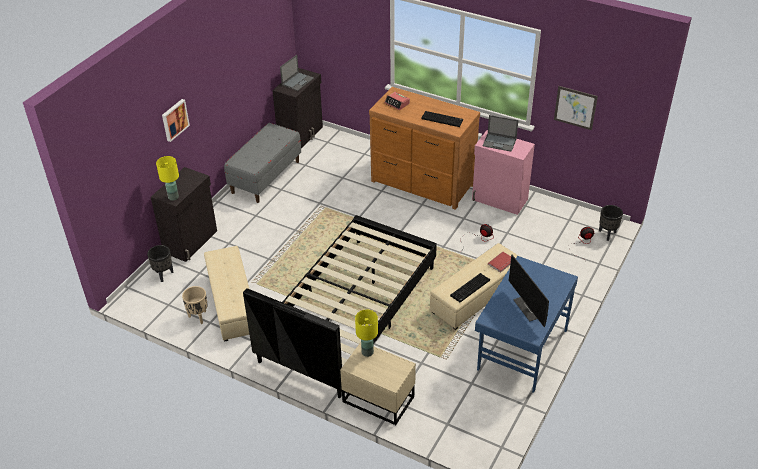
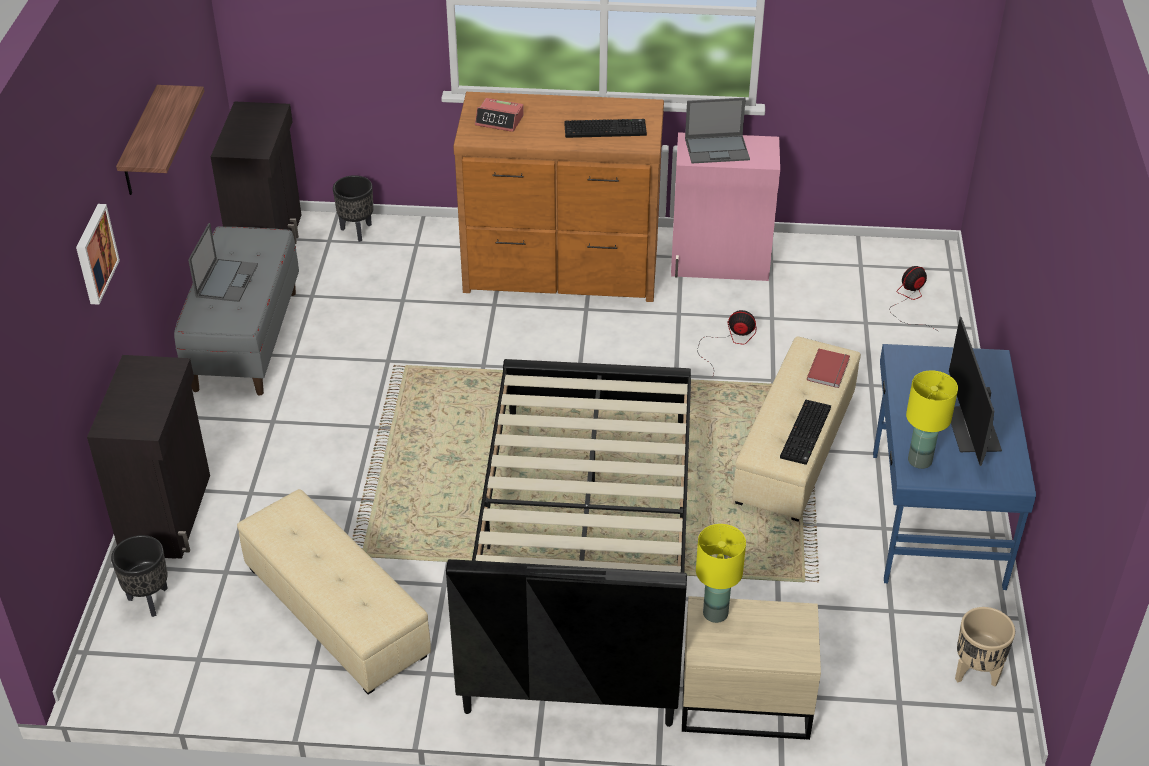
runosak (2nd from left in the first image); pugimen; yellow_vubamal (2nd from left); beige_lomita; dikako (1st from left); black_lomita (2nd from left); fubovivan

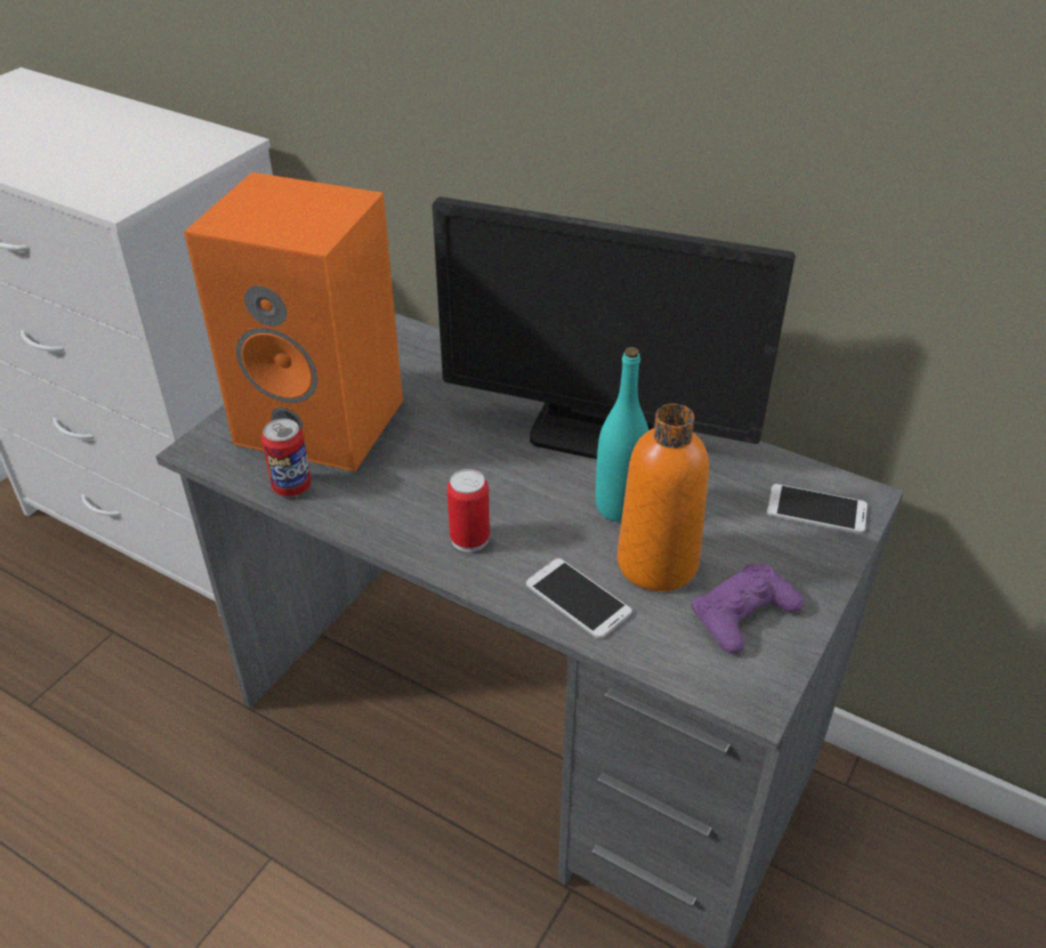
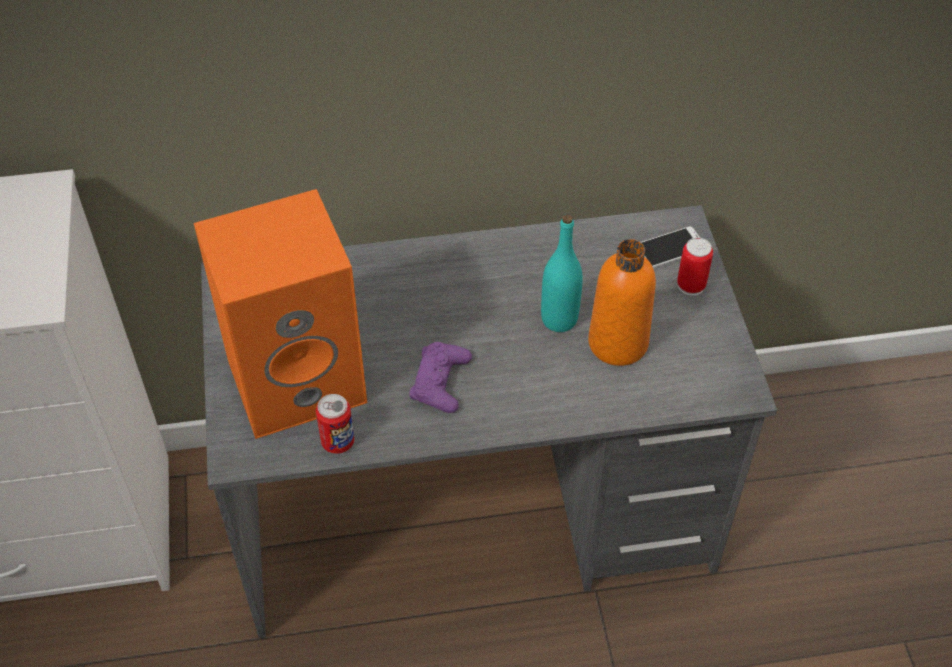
fubovivan; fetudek (1st from left in the first image); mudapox (2nd from left); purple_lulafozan

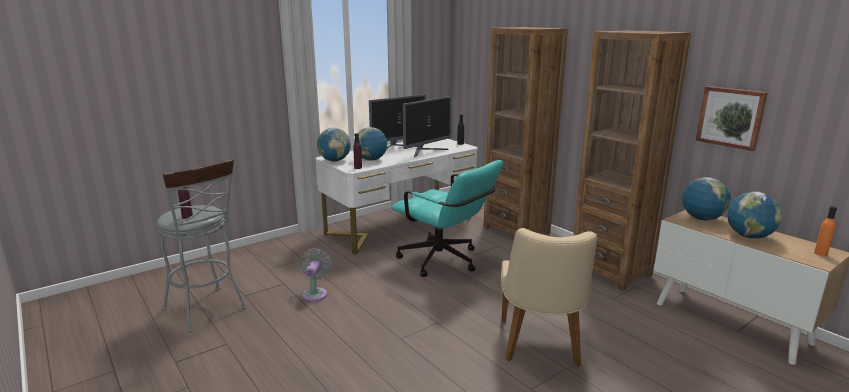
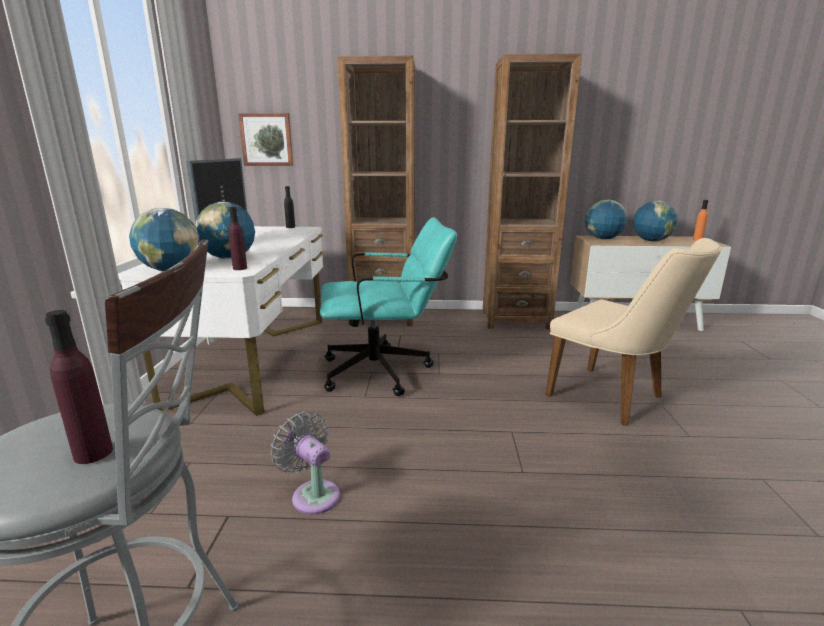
fubovivan (2nd from left in the first image); runosak

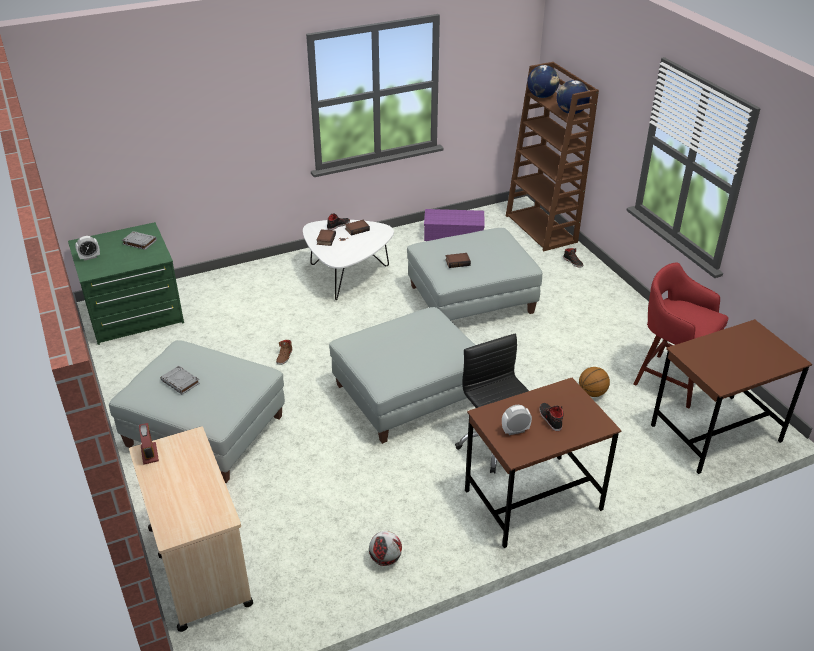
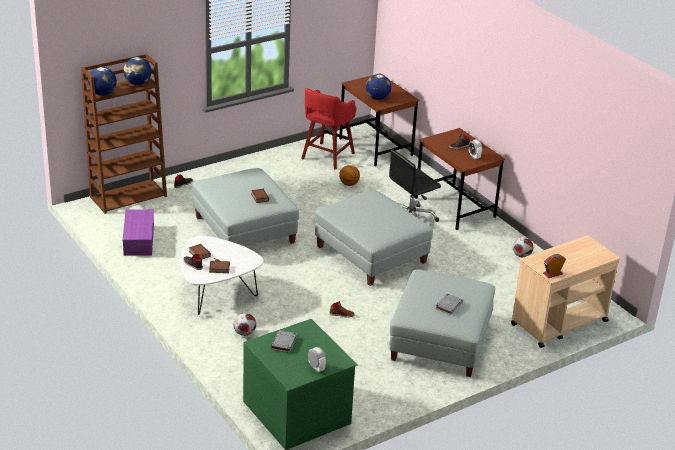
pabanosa (1st from left); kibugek (3rd from left)

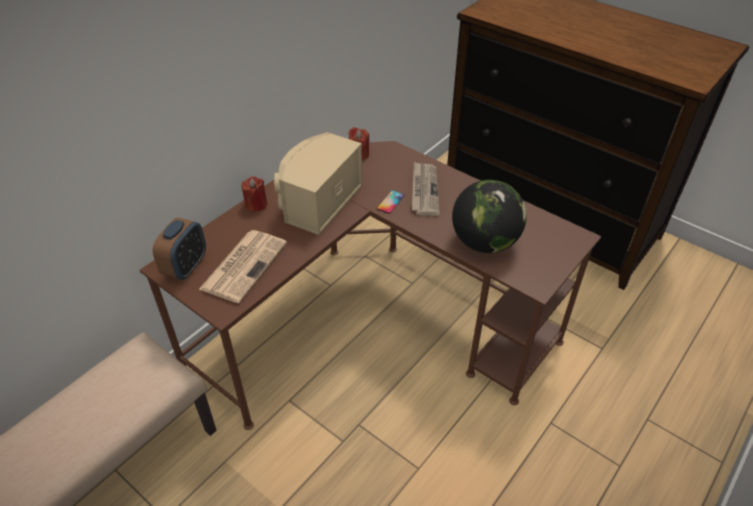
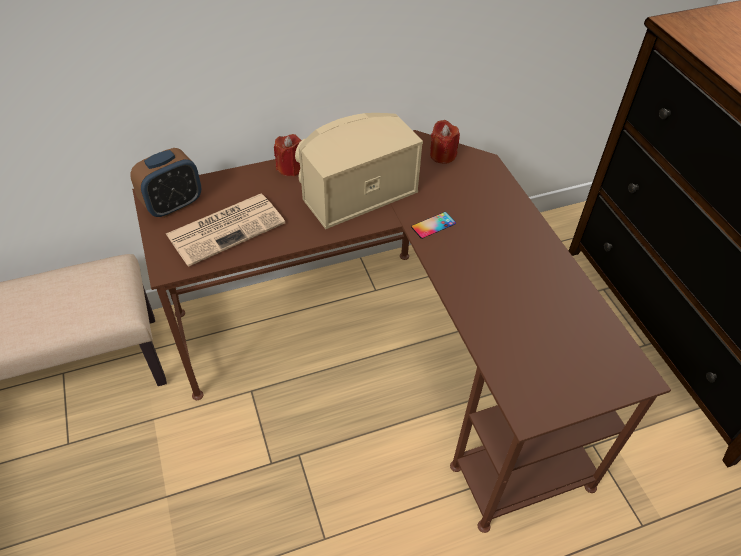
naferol (2nd from left in the first image); kibugek

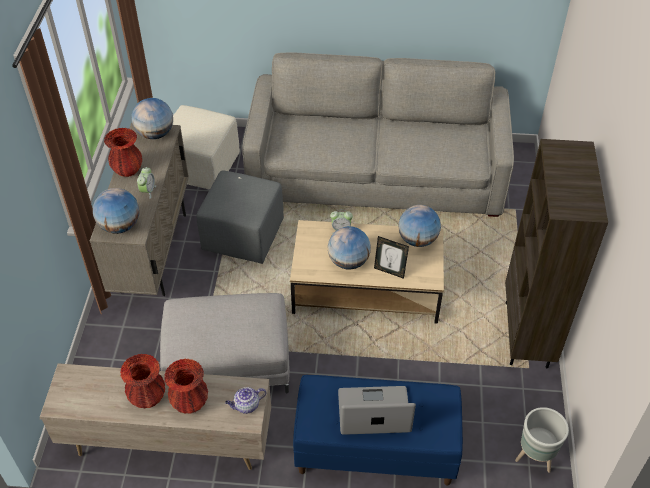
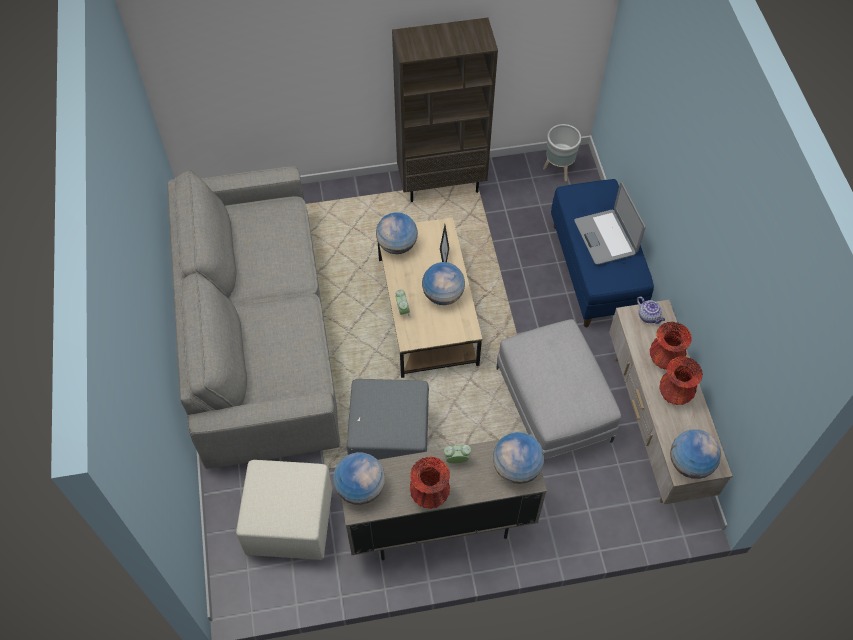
kibugek (5th from left)

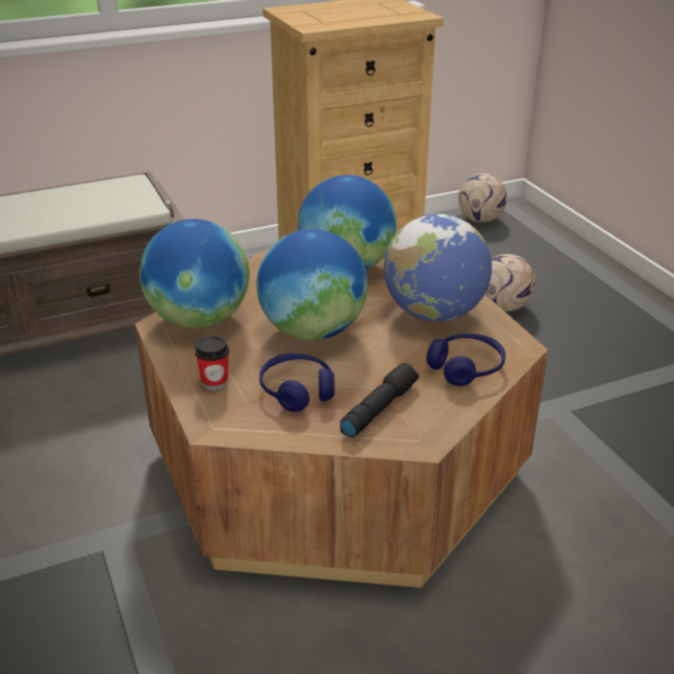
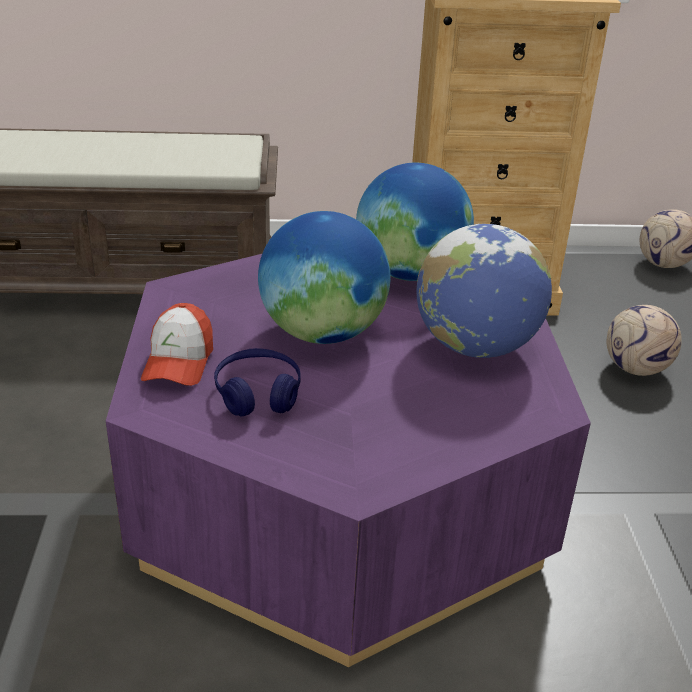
kibugek (1st from left in the first image); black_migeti; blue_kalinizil (2nd from left in the first image); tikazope; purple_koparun

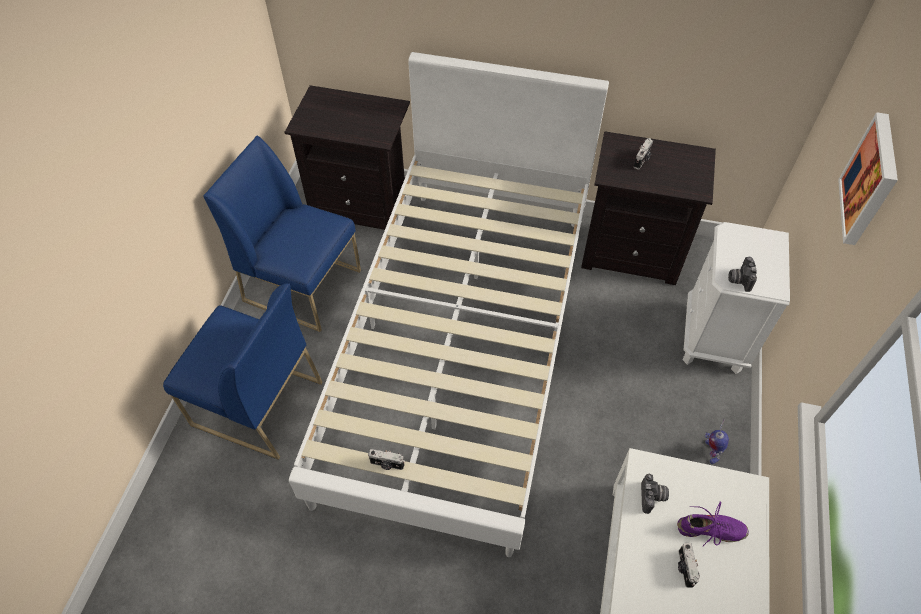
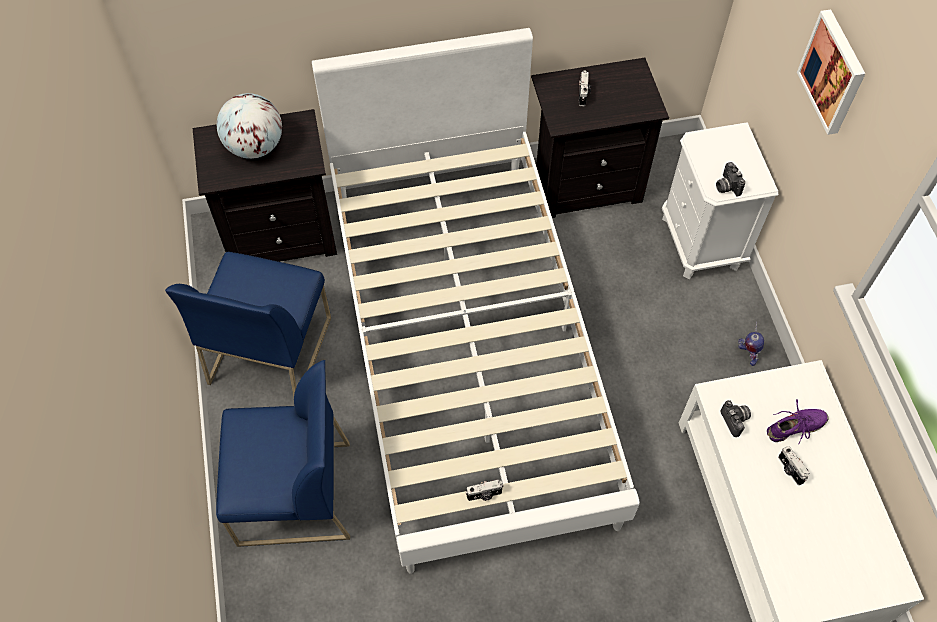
kibugek; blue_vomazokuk (1st from left)

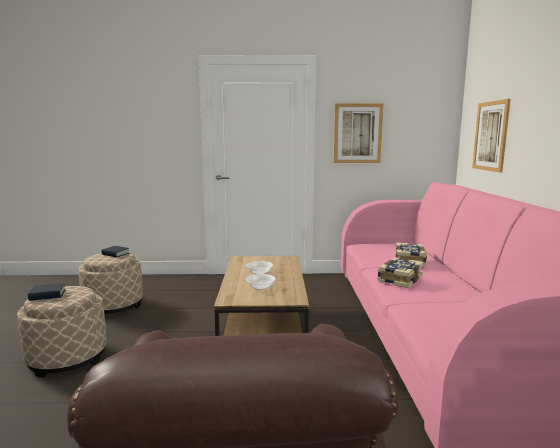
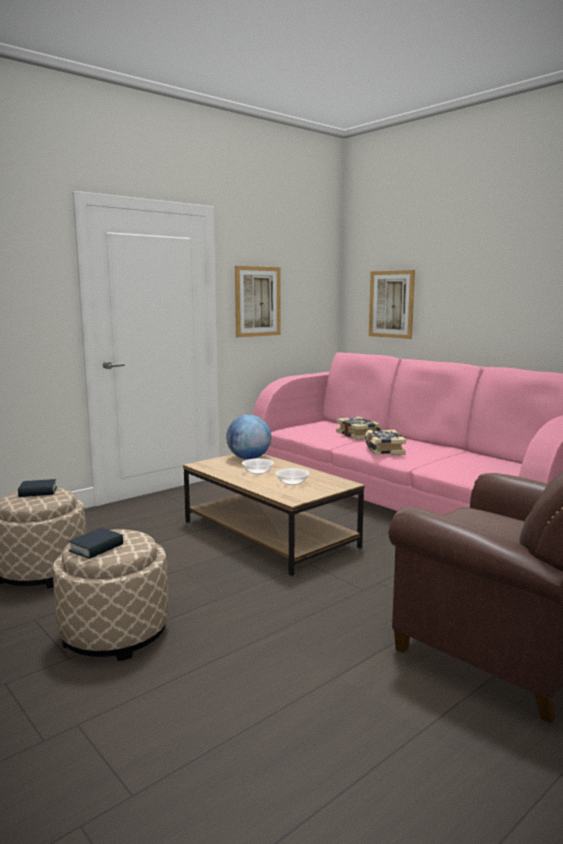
kibugek

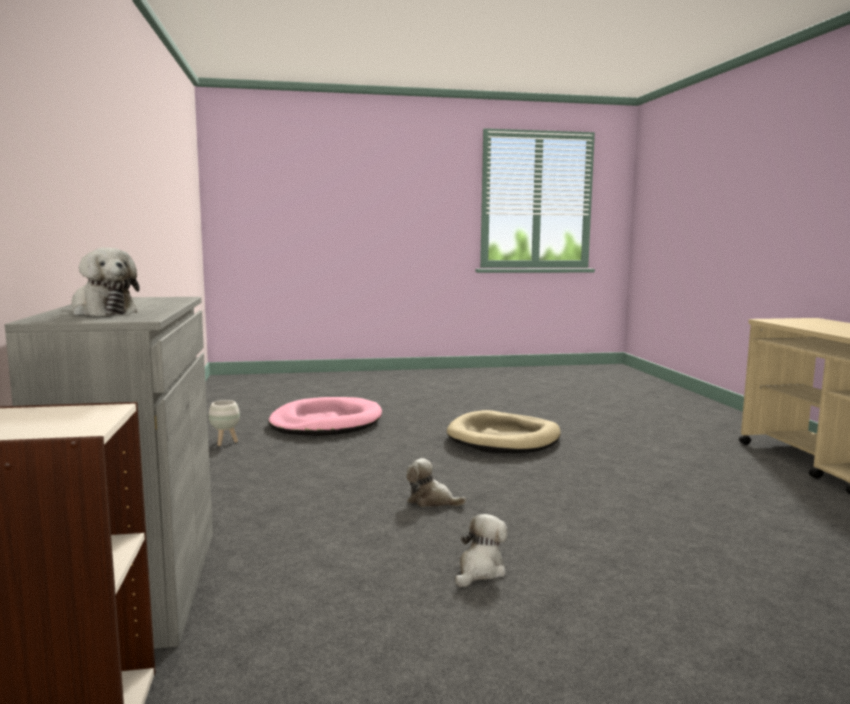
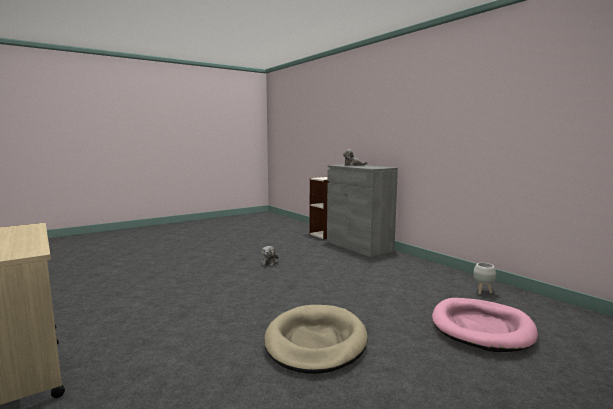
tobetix (2nd from left in the first image)

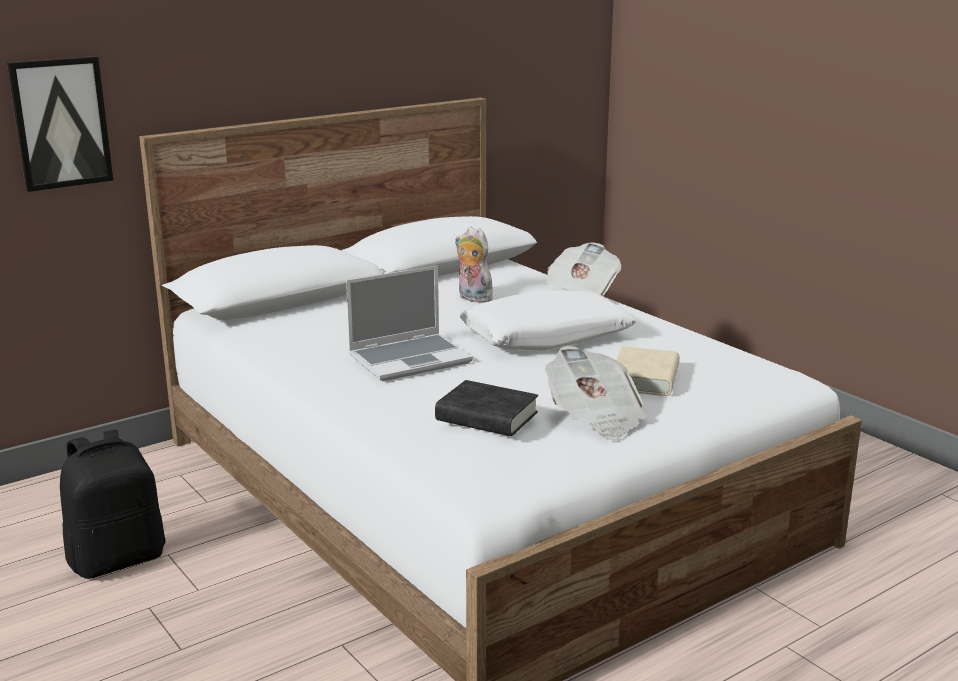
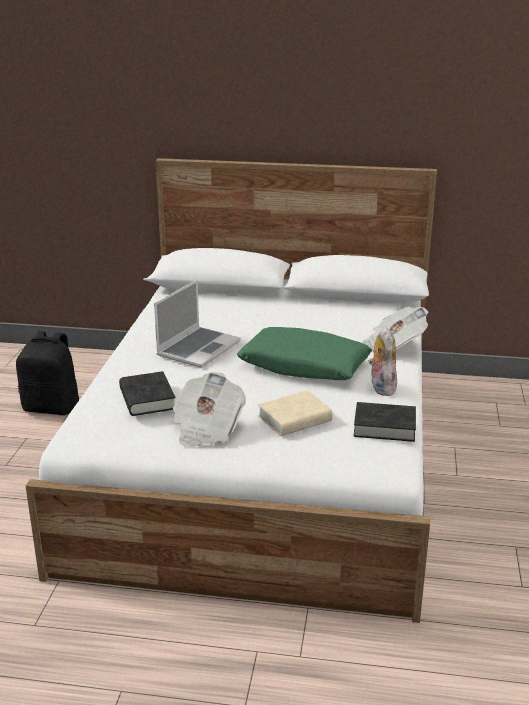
runosak; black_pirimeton (2nd from left); tobetix; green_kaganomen; dikako

